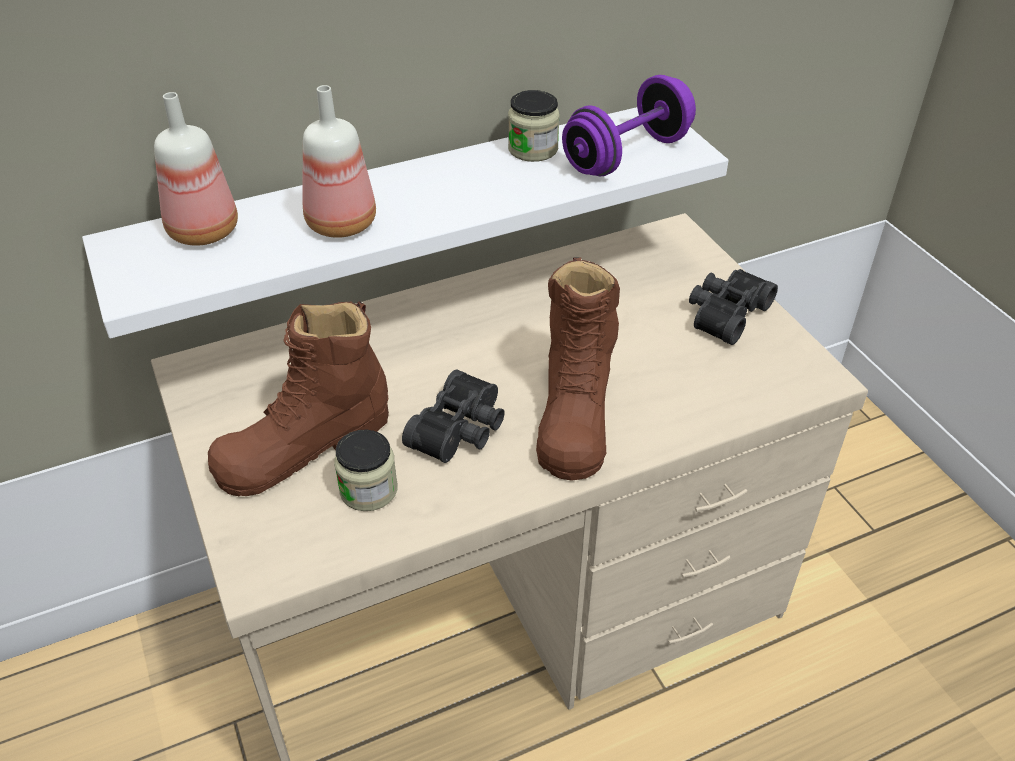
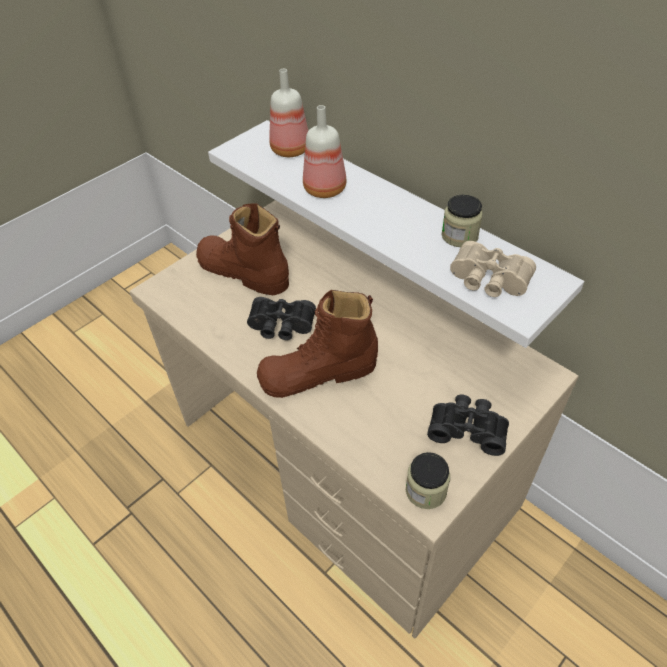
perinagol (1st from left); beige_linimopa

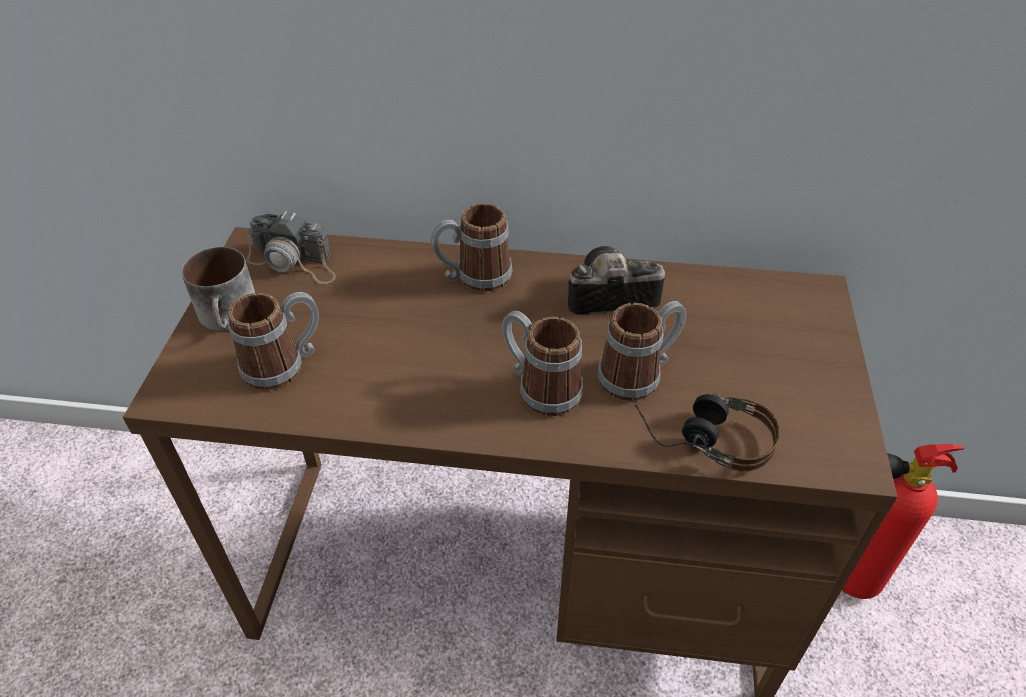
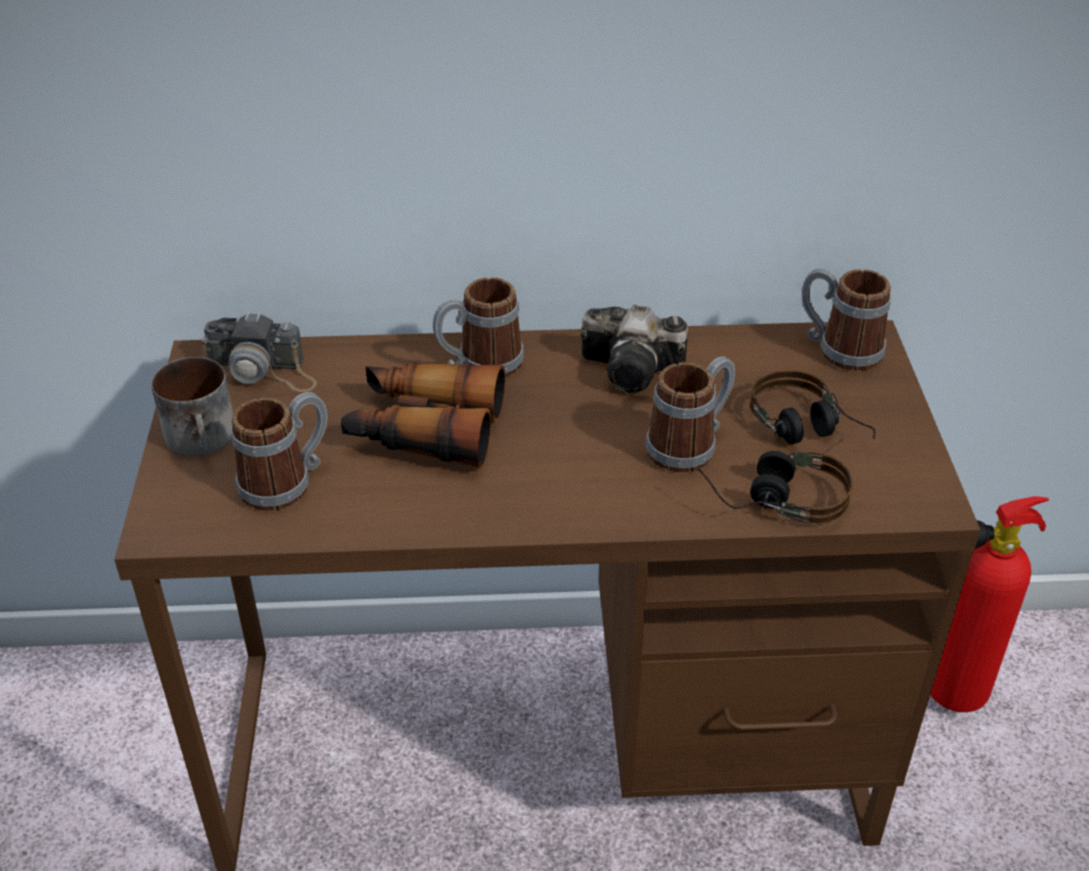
linimopa; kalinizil (2nd from left); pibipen (5th from left); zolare (2nd from left)

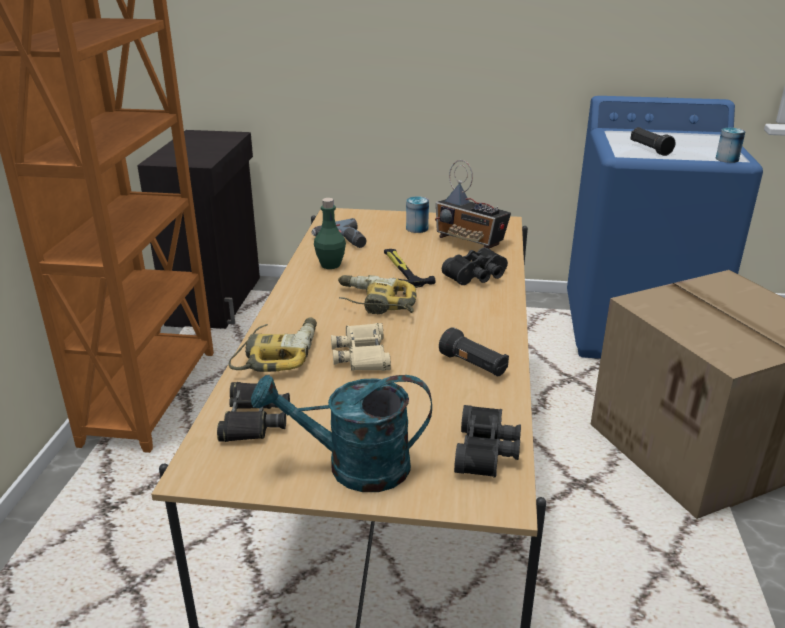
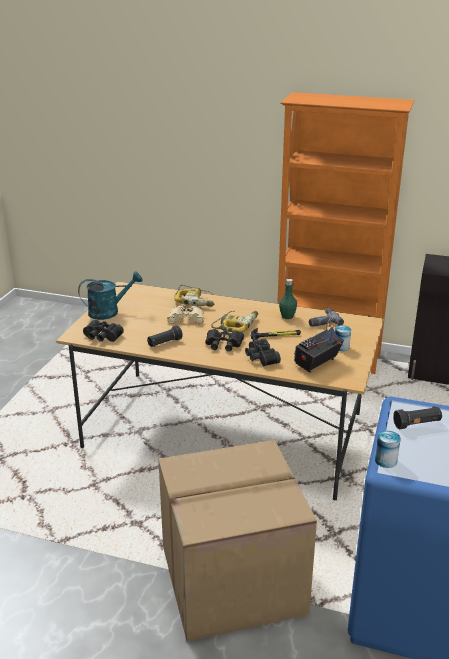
black_linimopa (2nd from left); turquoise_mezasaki

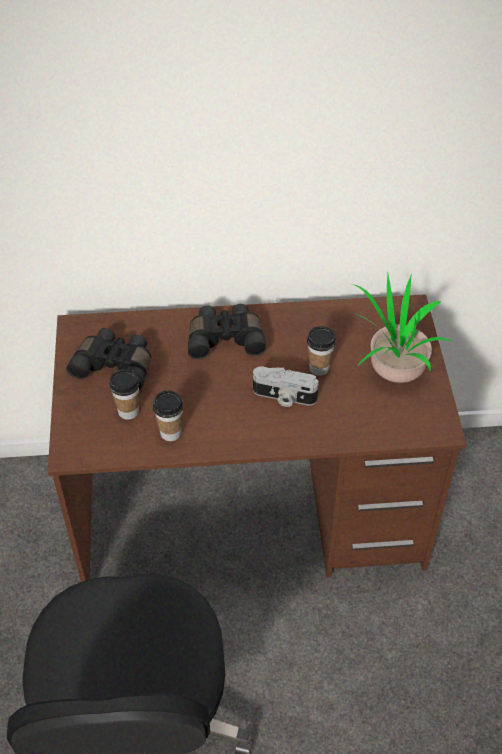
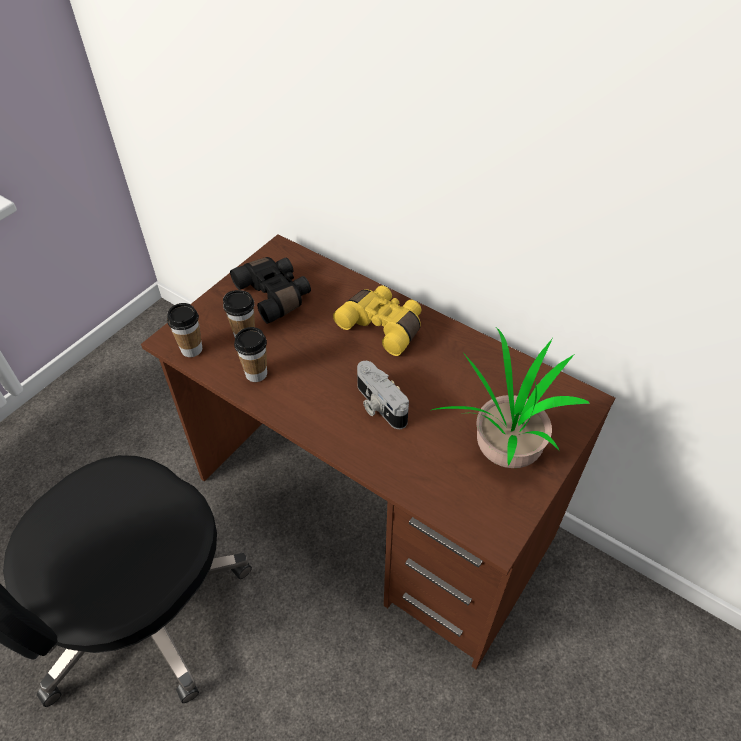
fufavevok (1st from left); yellow_linimopa

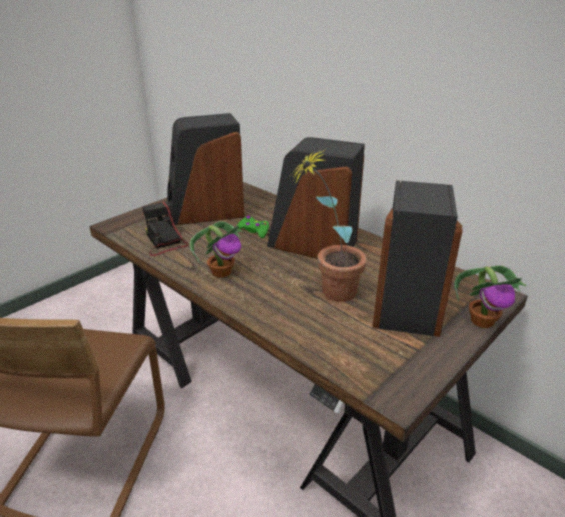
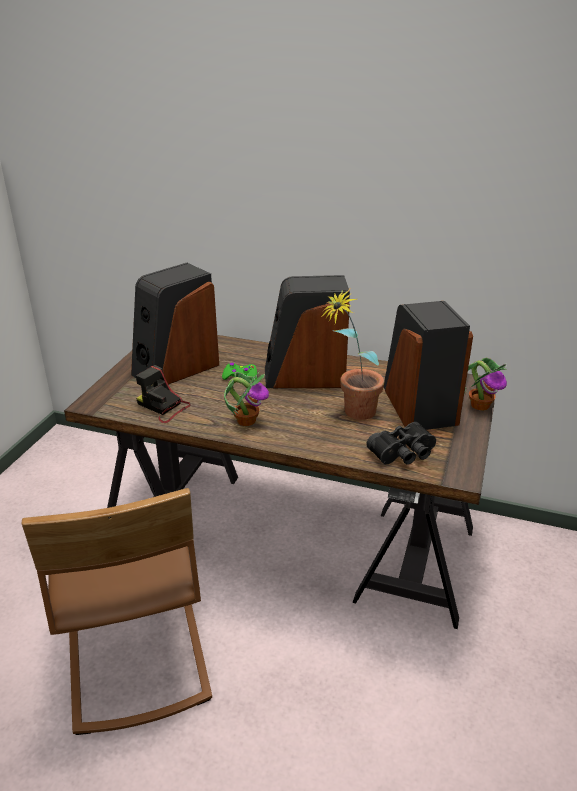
black_linimopa

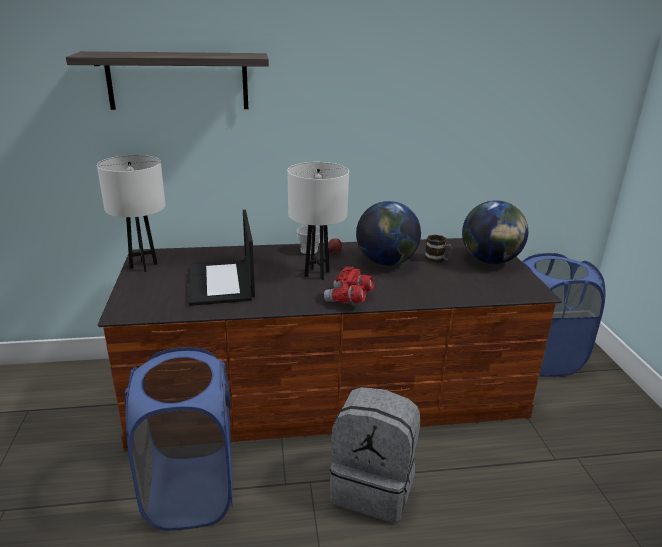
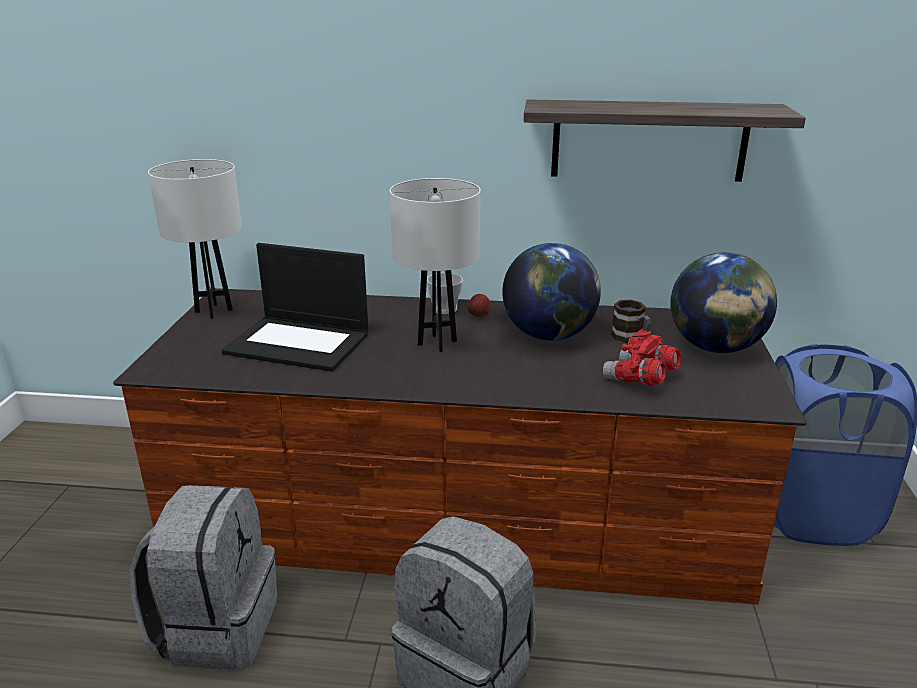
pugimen; red_linimopa; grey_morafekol (1st from left); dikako

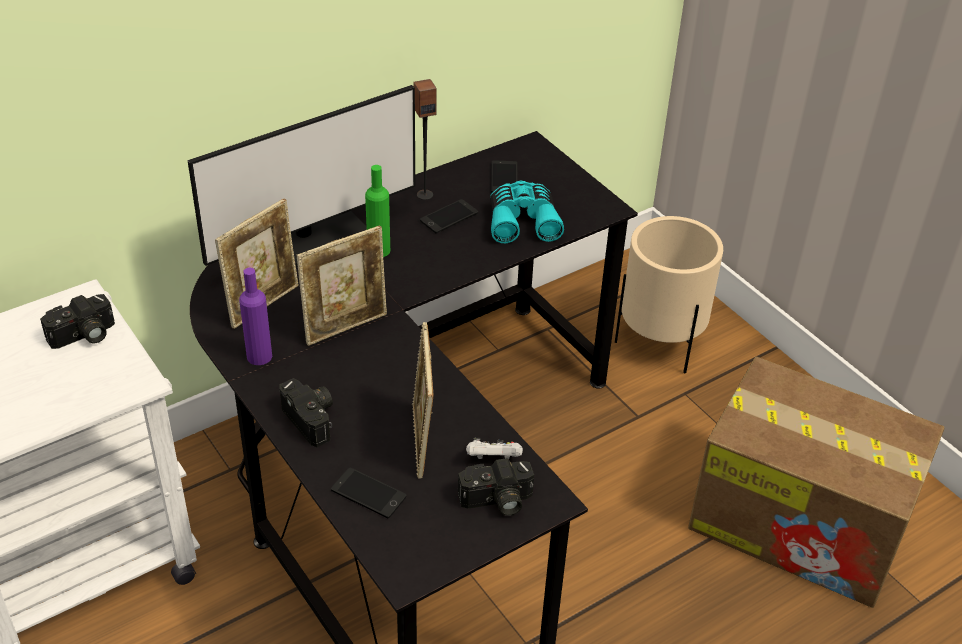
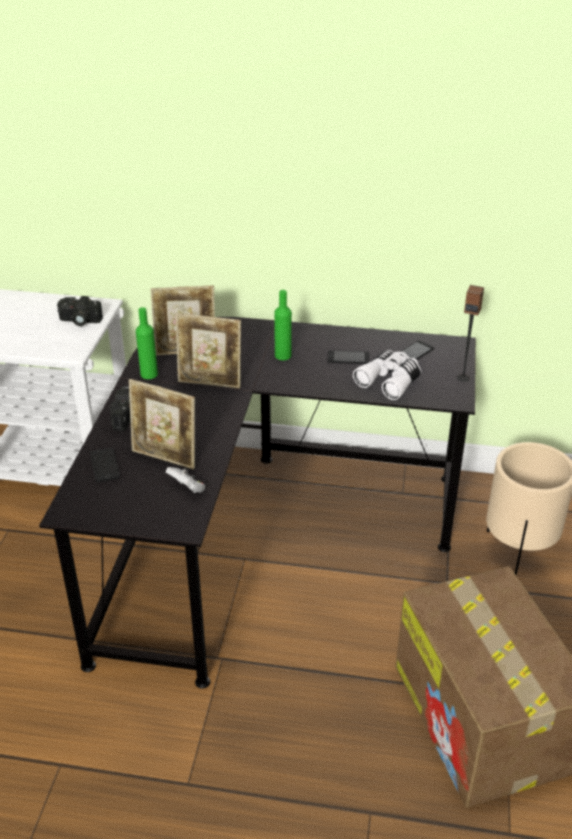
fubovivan; zolare (3rd from left in the first image); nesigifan; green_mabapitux (1st from left); white_linimopa; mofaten (1st from left)

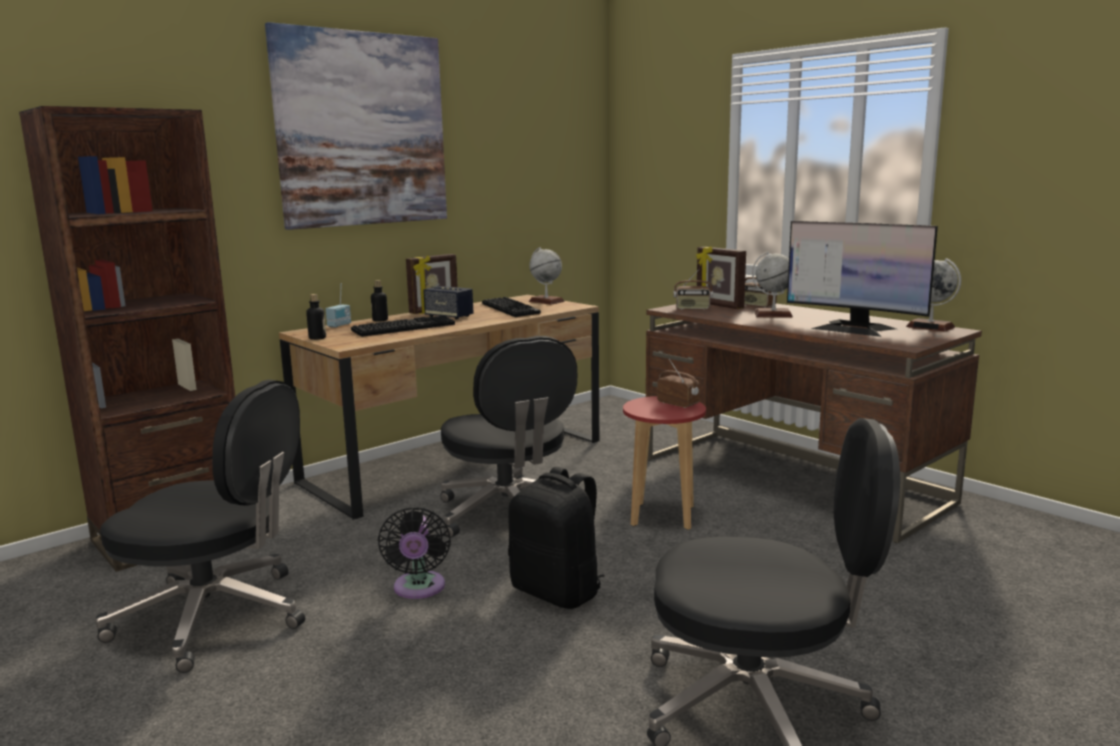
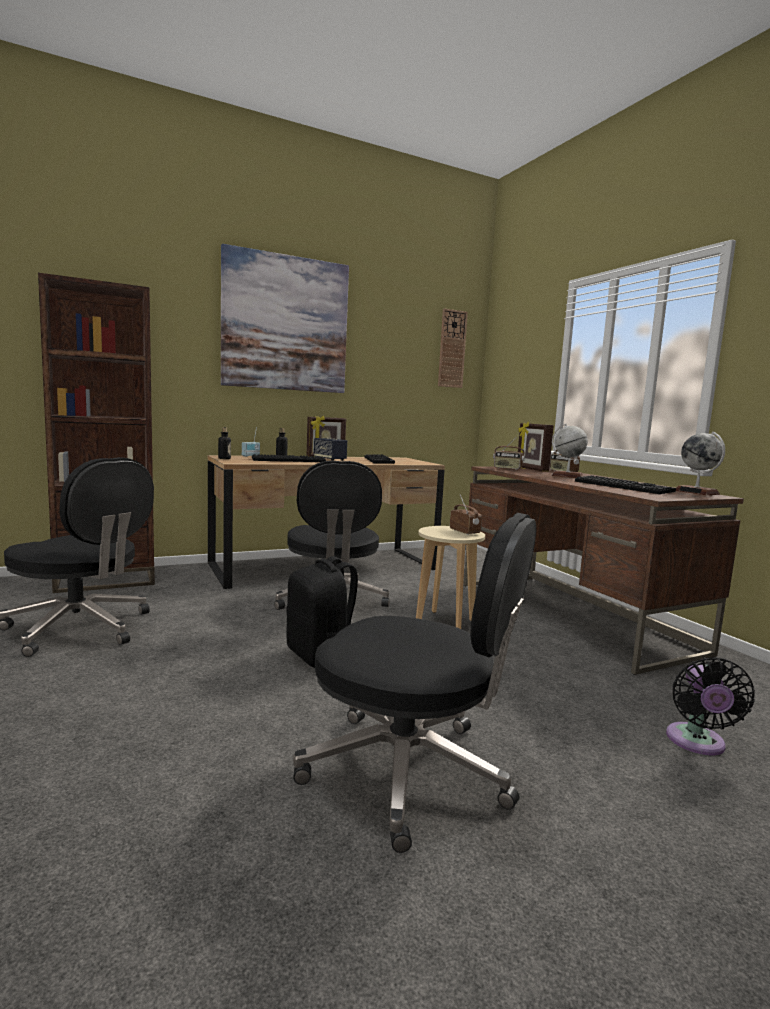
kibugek (1st from left in the first image); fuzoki; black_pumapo; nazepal (3rd from left); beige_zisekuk

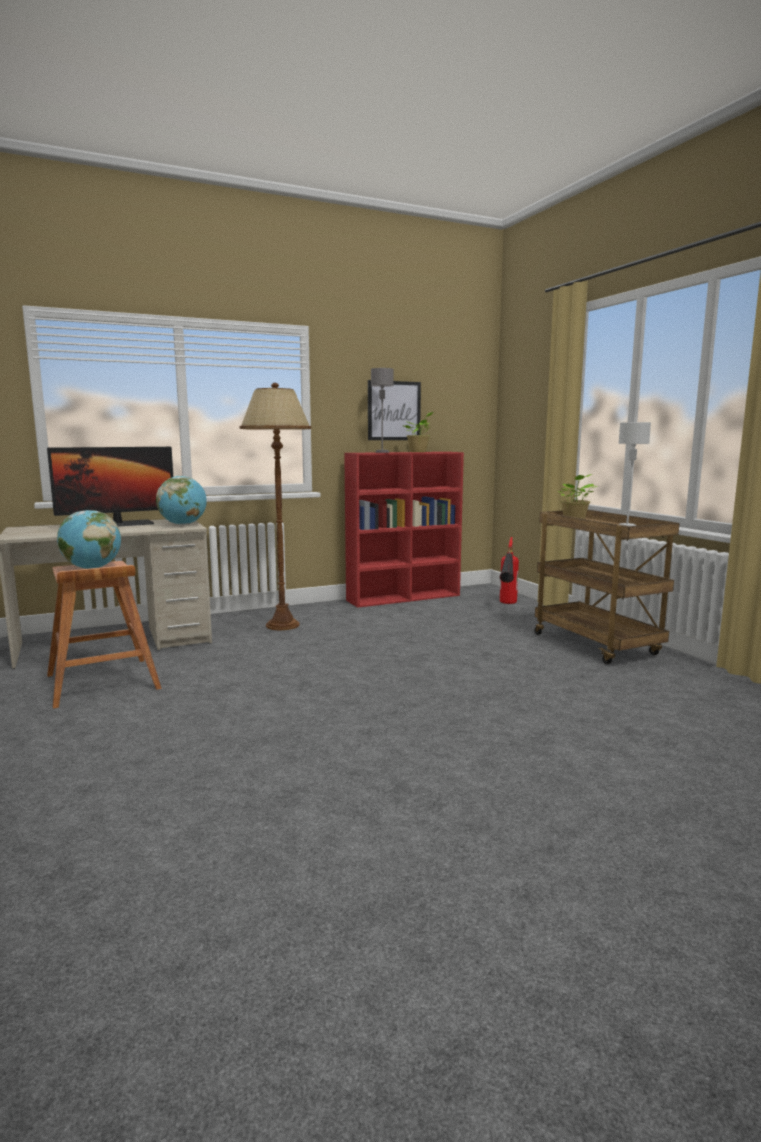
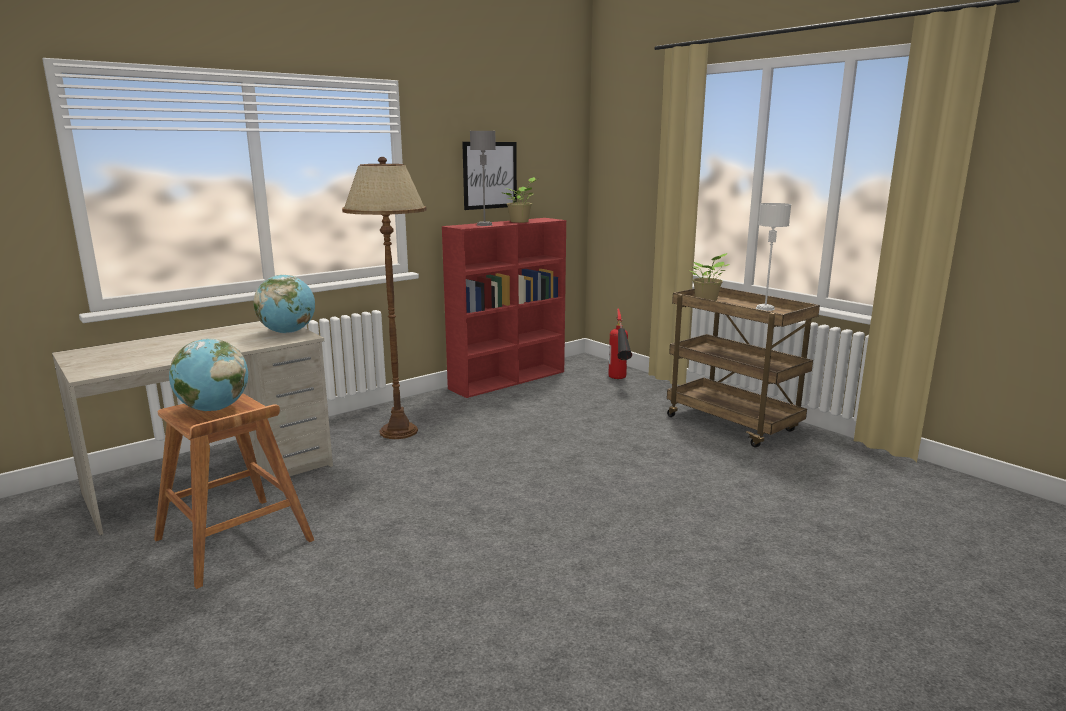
fubovivan

